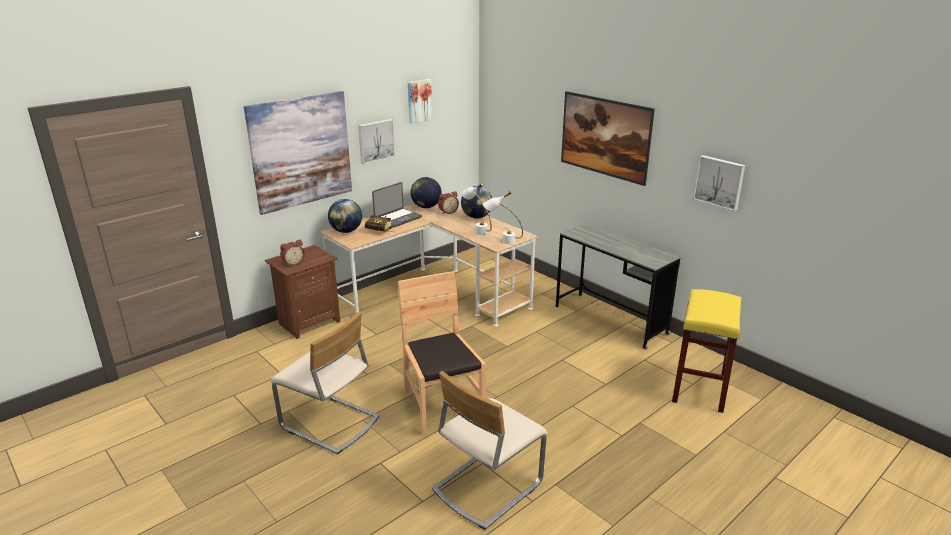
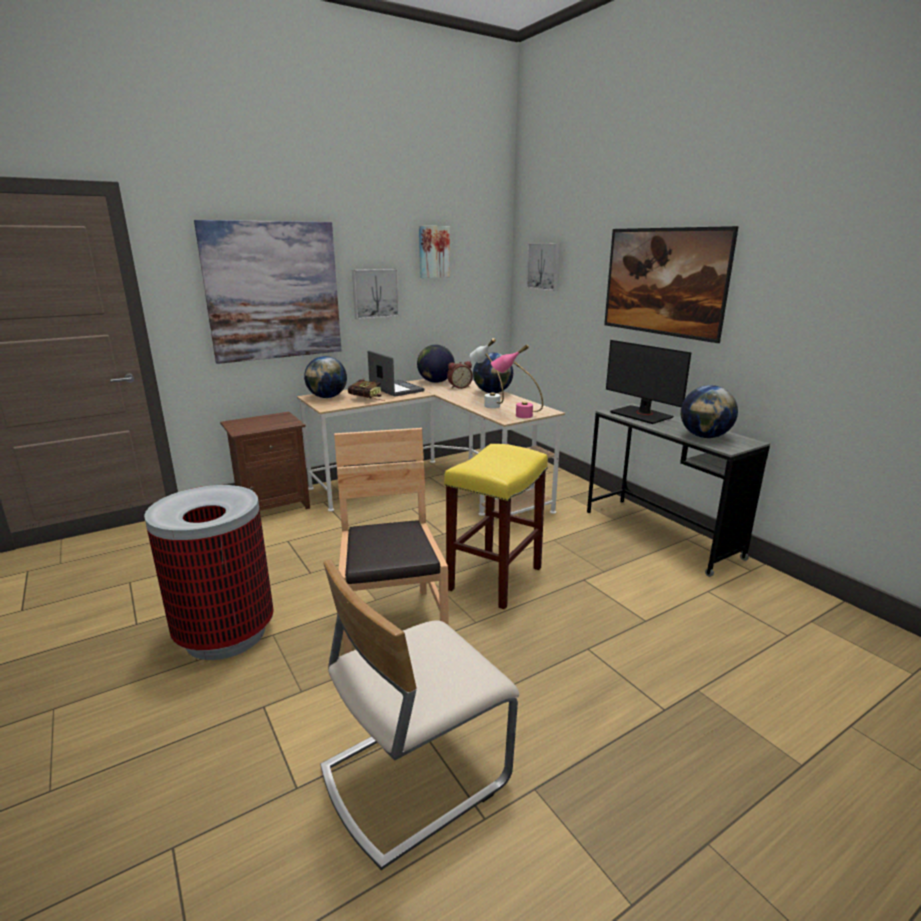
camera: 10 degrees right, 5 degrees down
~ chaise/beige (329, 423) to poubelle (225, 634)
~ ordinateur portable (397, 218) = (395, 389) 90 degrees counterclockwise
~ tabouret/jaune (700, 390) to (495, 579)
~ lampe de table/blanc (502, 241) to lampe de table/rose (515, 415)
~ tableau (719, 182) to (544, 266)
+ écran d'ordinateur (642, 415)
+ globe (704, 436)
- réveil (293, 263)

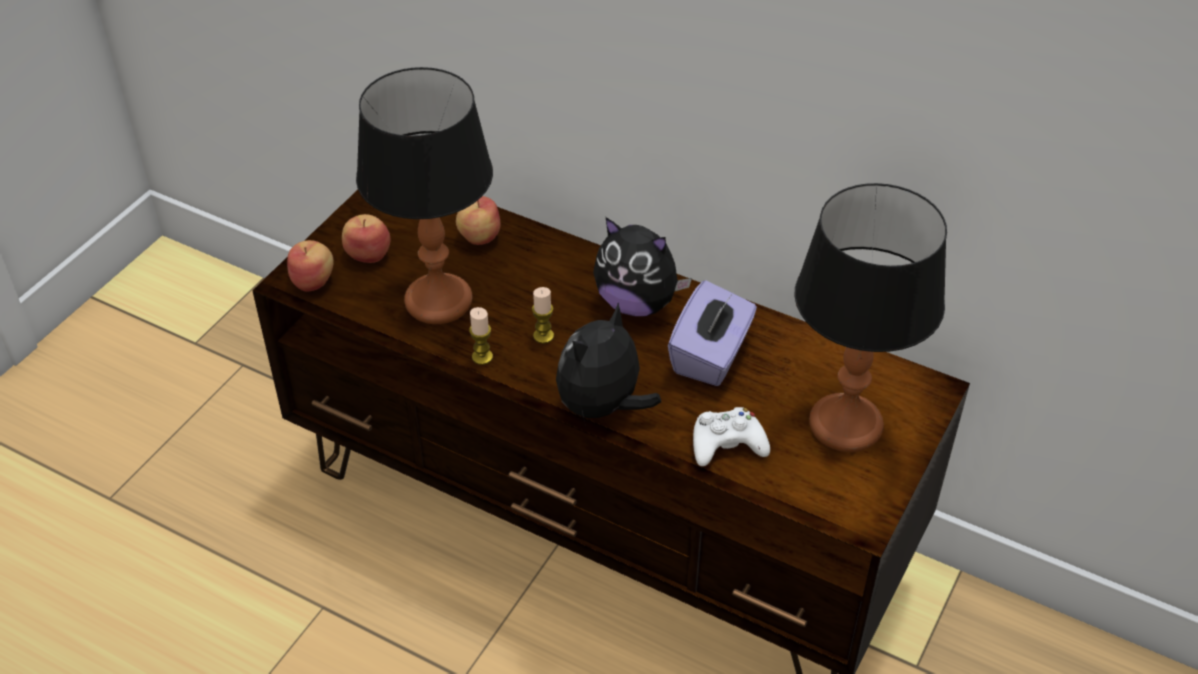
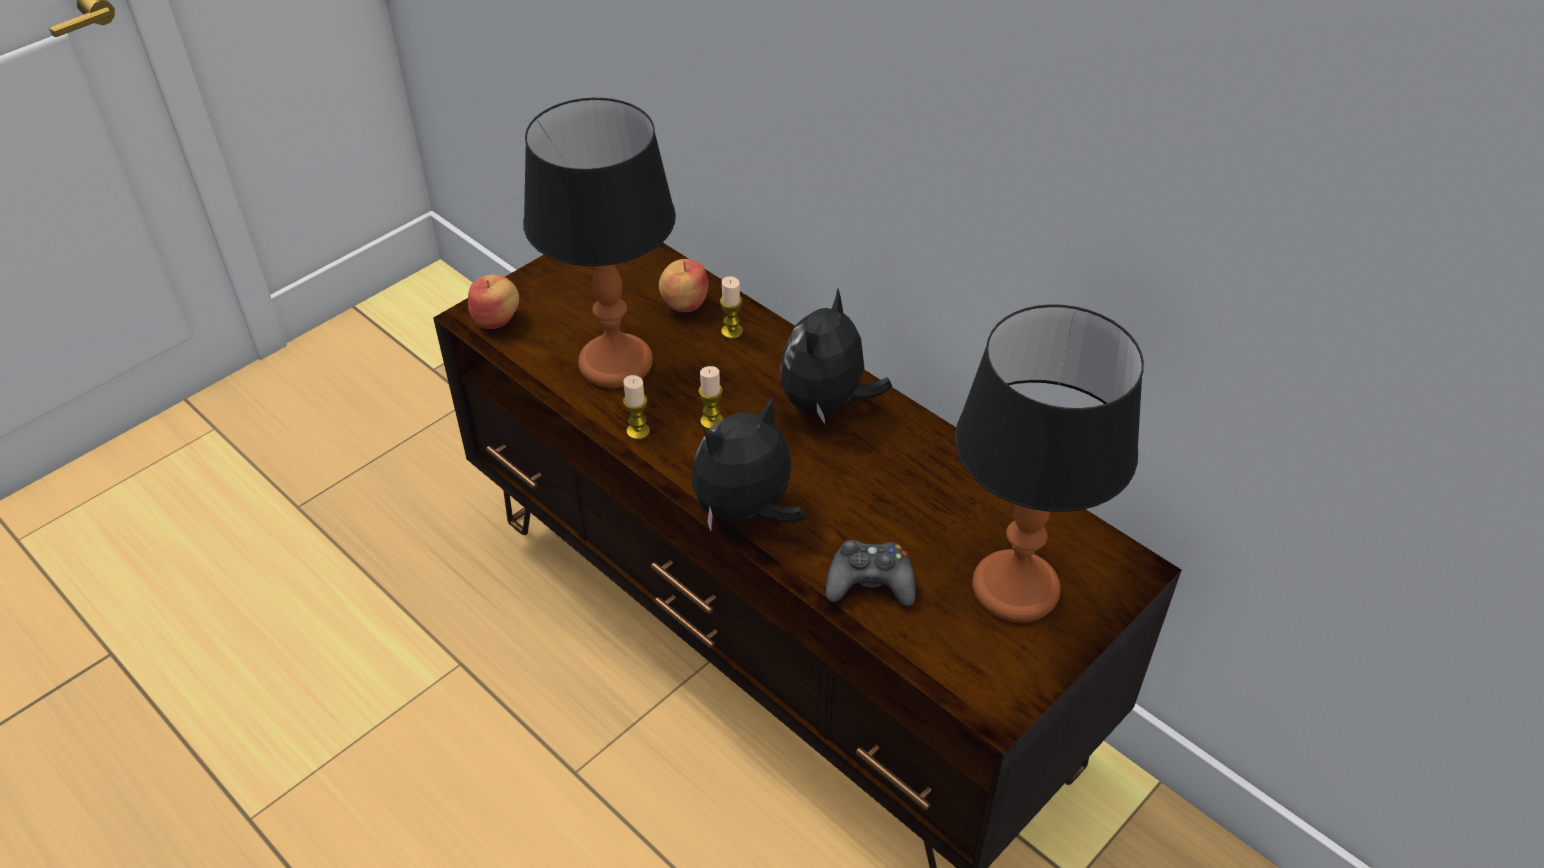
camera: 15 degrees right, 0 degrees up
+ bougie (732, 331)
~ peluche (637, 303) = (827, 405) 75 degrees clockwise
~ manette/blanc (727, 444) to manette/noir (870, 582)
- pomme (368, 253)
- boîte à mouchoirs/violet (711, 355)

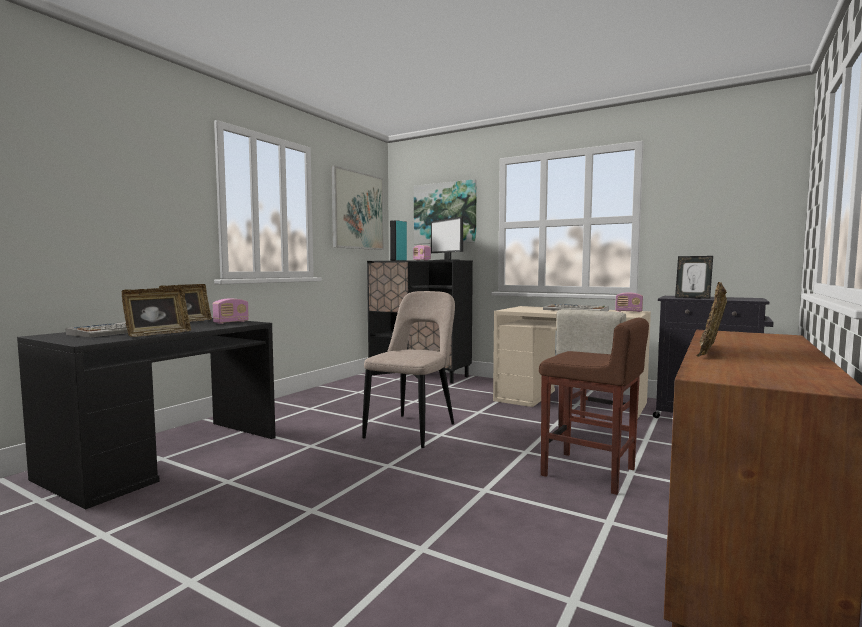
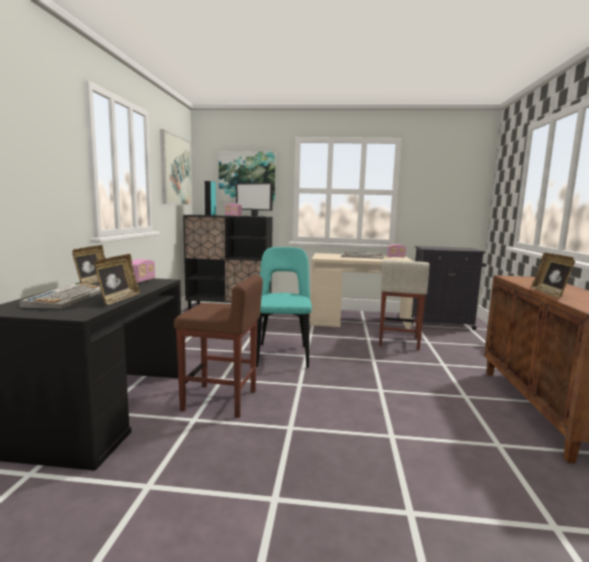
camera: 25 degrees left, 5 degrees up
~ tabouret/marron (590, 472) to (221, 400)
~ chaise/beige (413, 430) to chaise/turquoise (282, 354)
- cadre photo (692, 298)

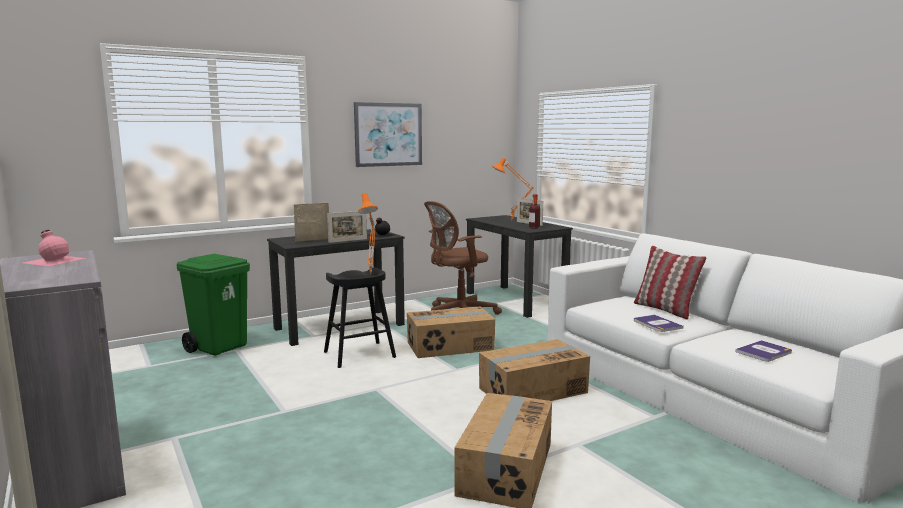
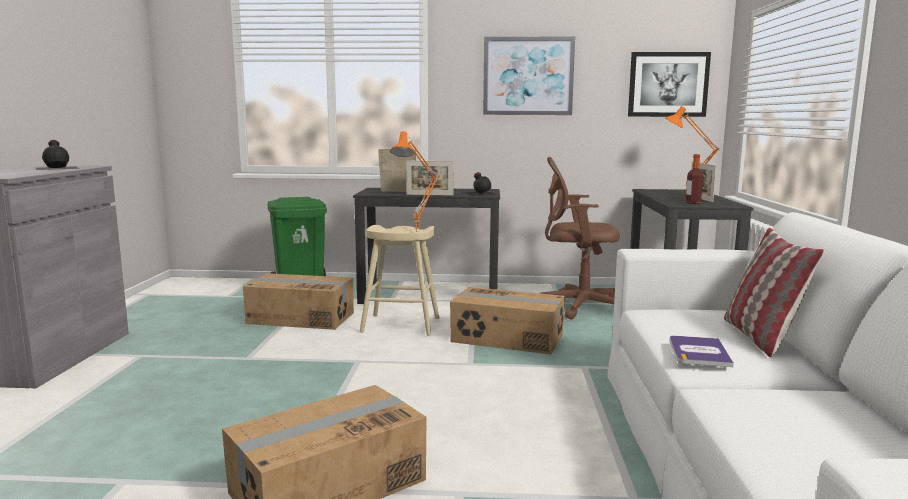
camera: 35 degrees right, 0 degrees up
~ bouteille/rose (54, 260) to bouteille/noir (57, 168)
~ carton (532, 390) to (301, 318)
~ tabouret/noir (359, 354) to tabouret/beige (401, 325)
+ tableau (668, 84)
- livre (764, 352)

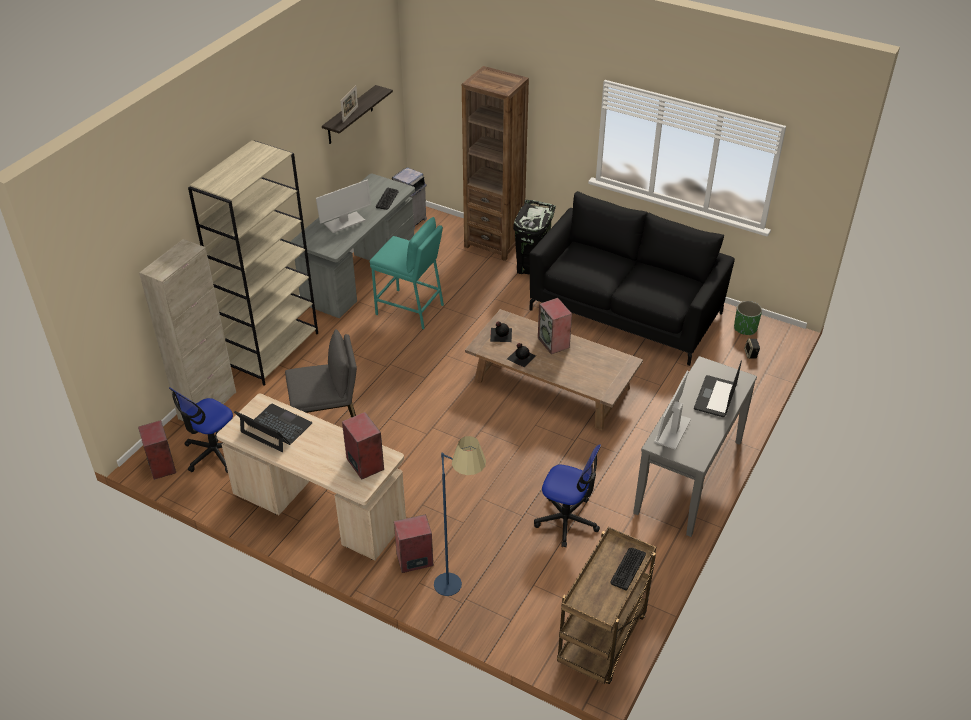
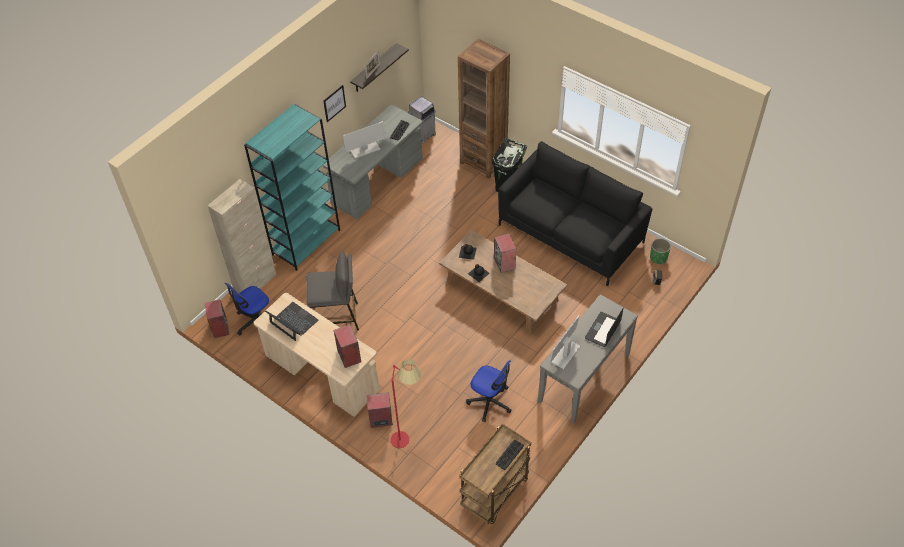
camera: 10 degrees right, 10 degrees up
~ bibliothèque/beige (273, 350) to bibliothèque/turquoise (306, 242)
+ tableau (334, 103)
~ lampadaire/bleu (459, 580) to lampadaire/rouge (408, 437)
- tabouret/turquoise (410, 309)

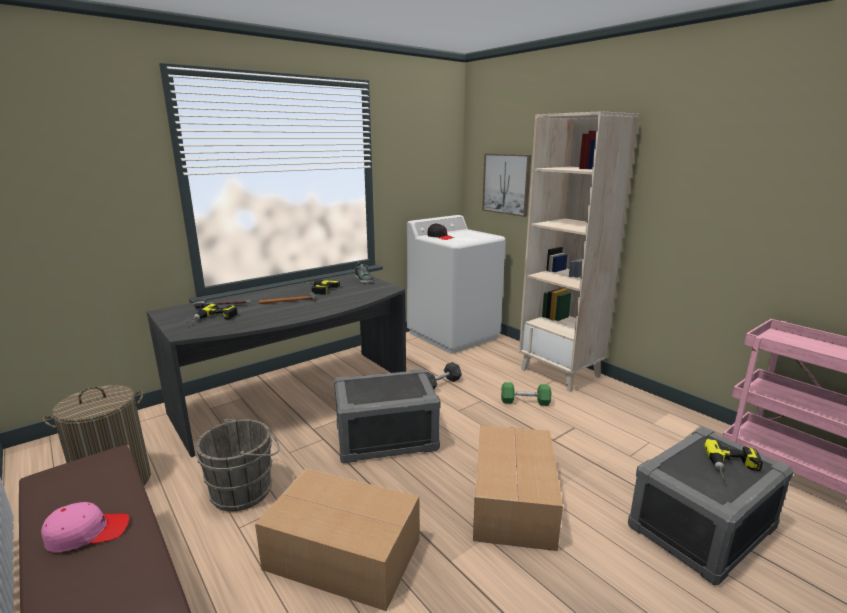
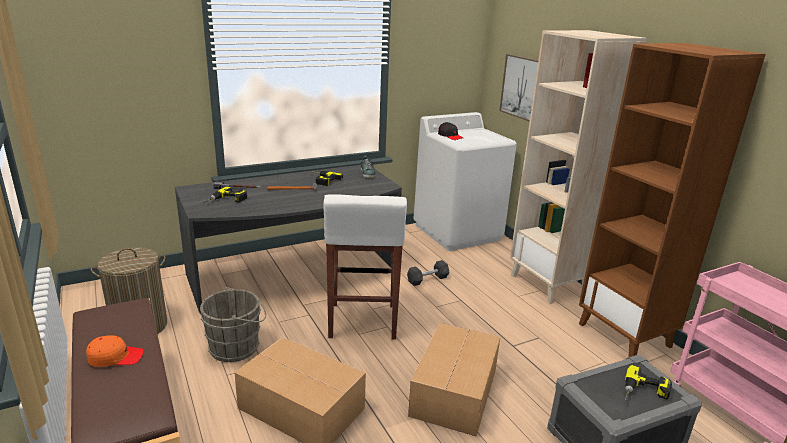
camera: 10 degrees right, 5 degrees up
~ casquette/rose (87, 533) to casquette/orange (115, 357)
~ boîte de rangement/gris (385, 438) to tabouret/blanc (362, 322)
+ bibliothèque/marron (625, 335)
- haltère/vert (525, 401)

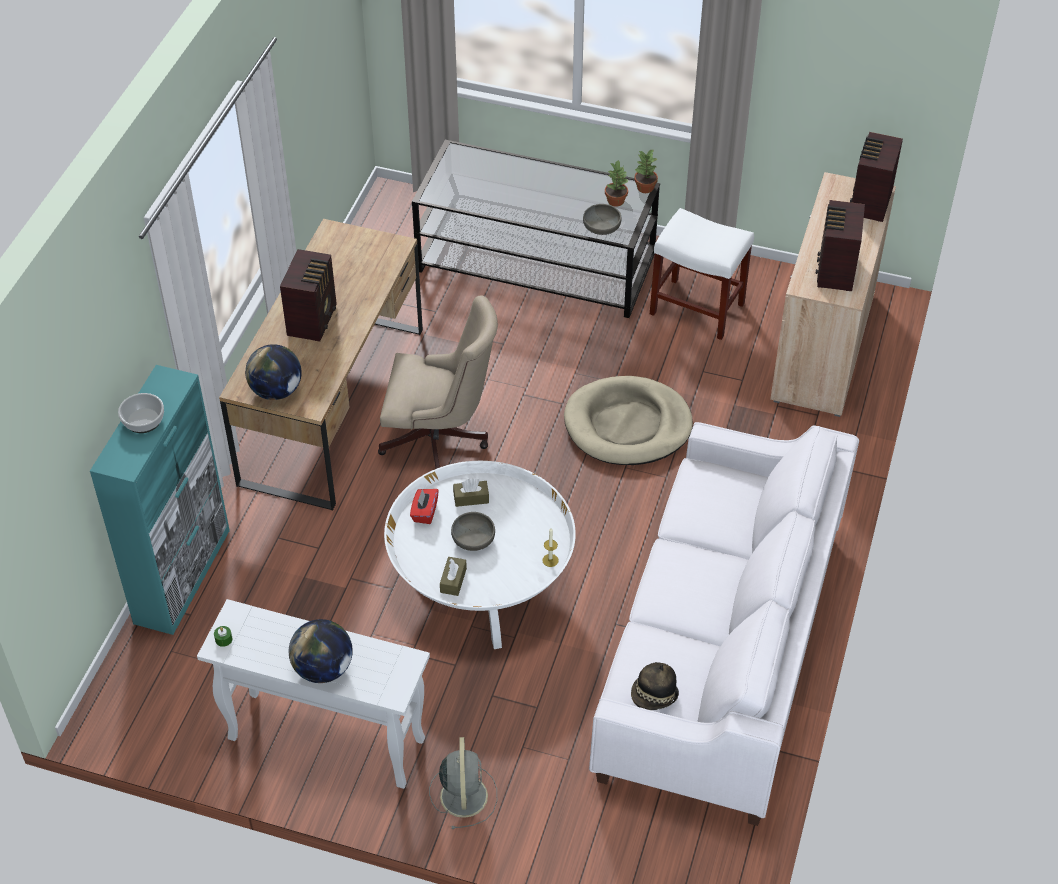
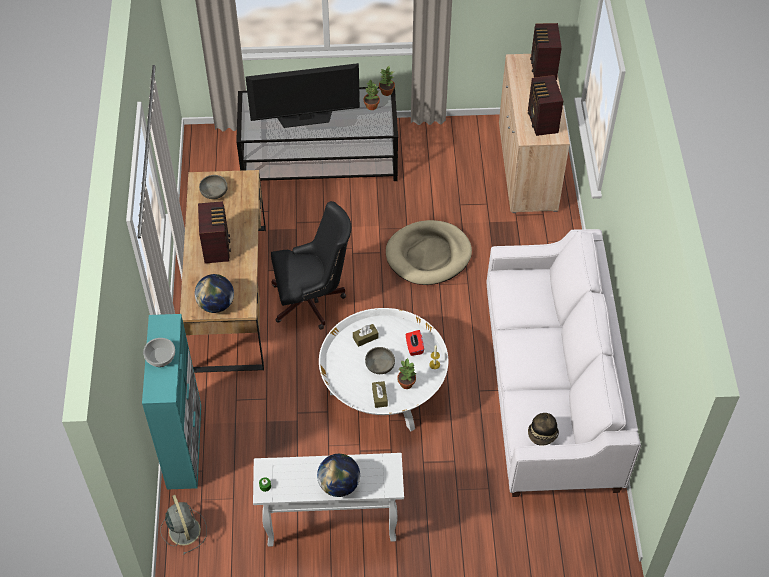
camera: 20 degrees left, 5 degrees up
~ ventilateur/gris (464, 794) to (184, 529)
~ bol/gris (601, 228) to (214, 192)
+ téléviseur (305, 118)
~ chaise de bureau/beige (440, 440) to chaise de bureau/noir (312, 301)
+ plante en pot (406, 383)
~ boîte à mouchoirs/rouge (424, 512) to (414, 347)
- tabouret/blanc (698, 309)

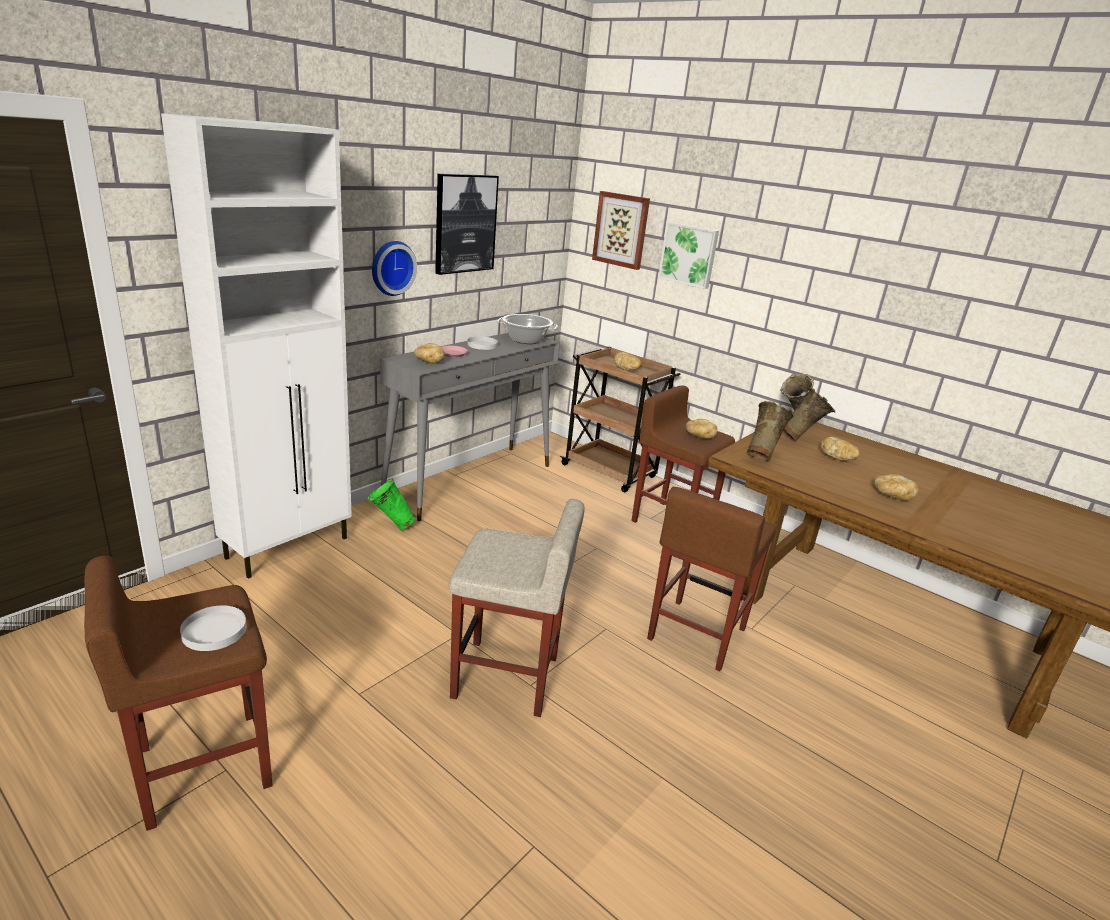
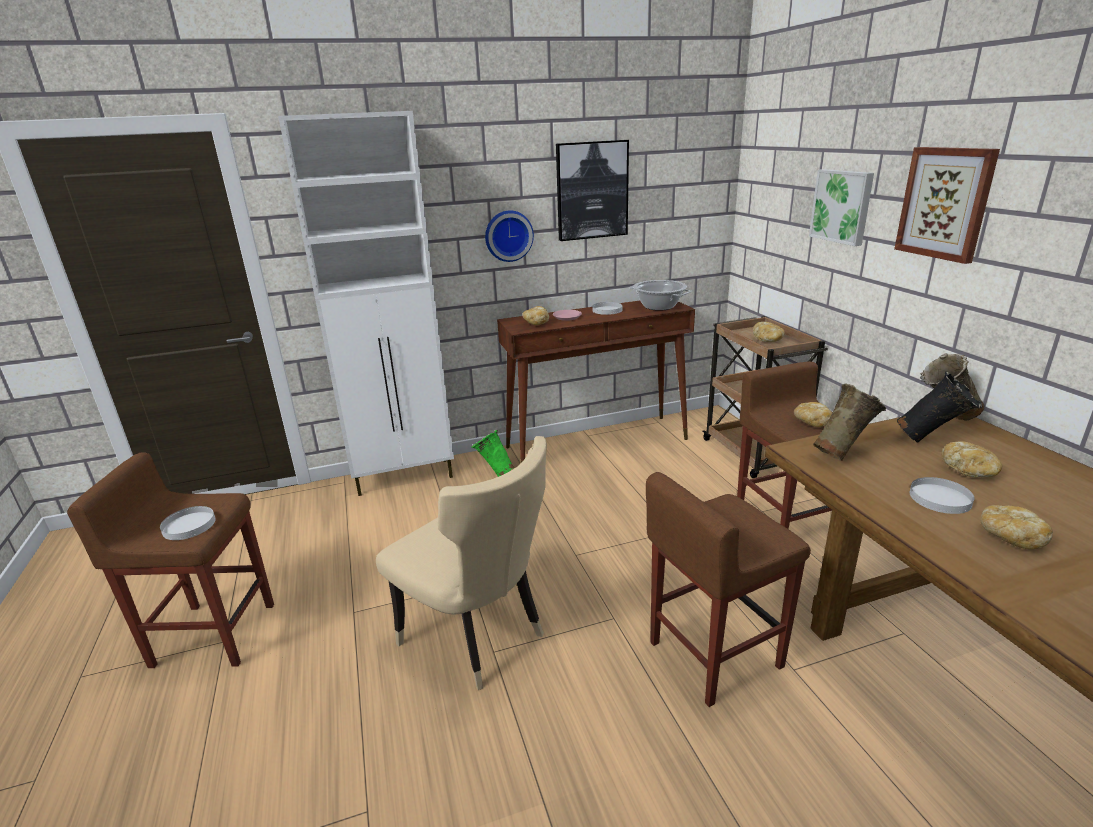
camera: 35 degrees right, 0 degrees up
~ tabouret/beige (507, 678) to chaise/beige (478, 637)
~ table console/gris (470, 480) to table console/marron (597, 443)
~ tableau (621, 230) to (945, 203)
~ vase/beige (802, 440) to vase/noir (932, 441)
+ assiette/blanc (940, 498)

